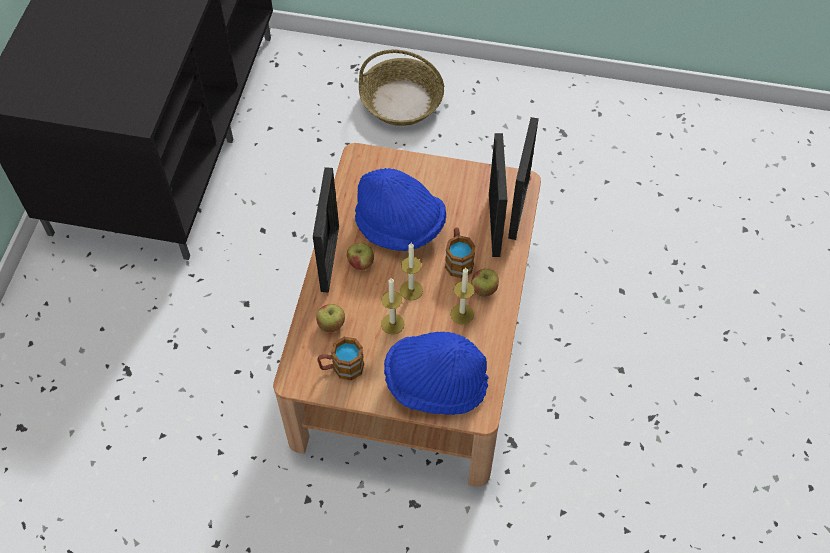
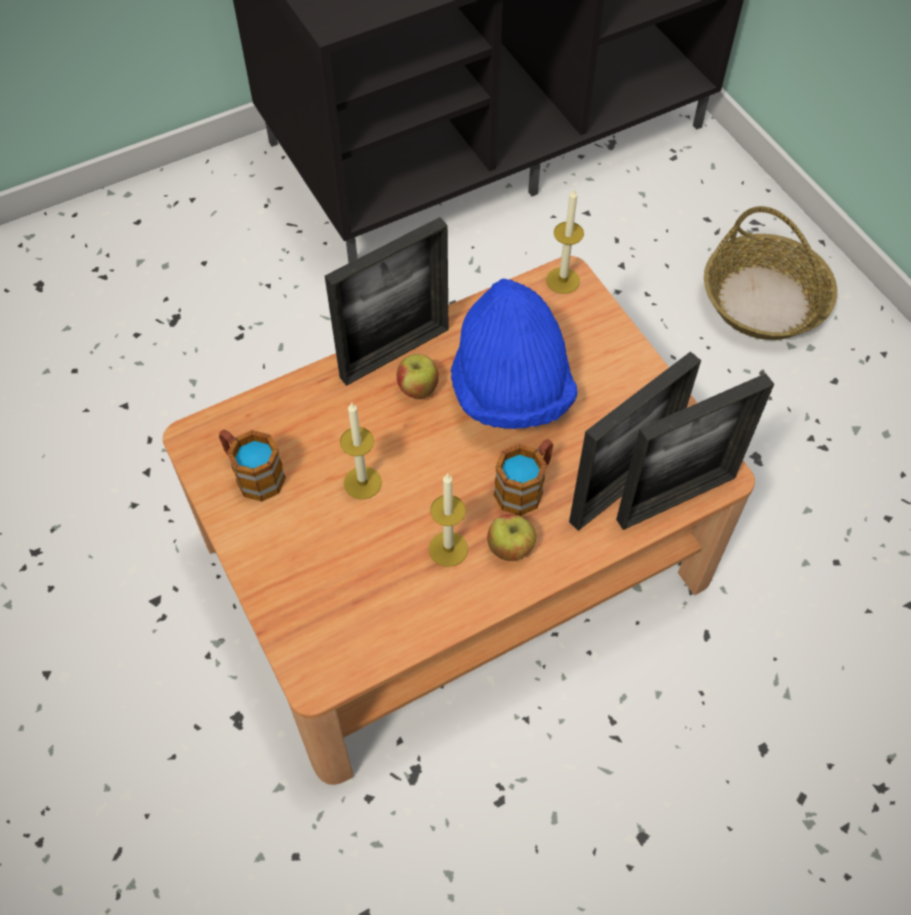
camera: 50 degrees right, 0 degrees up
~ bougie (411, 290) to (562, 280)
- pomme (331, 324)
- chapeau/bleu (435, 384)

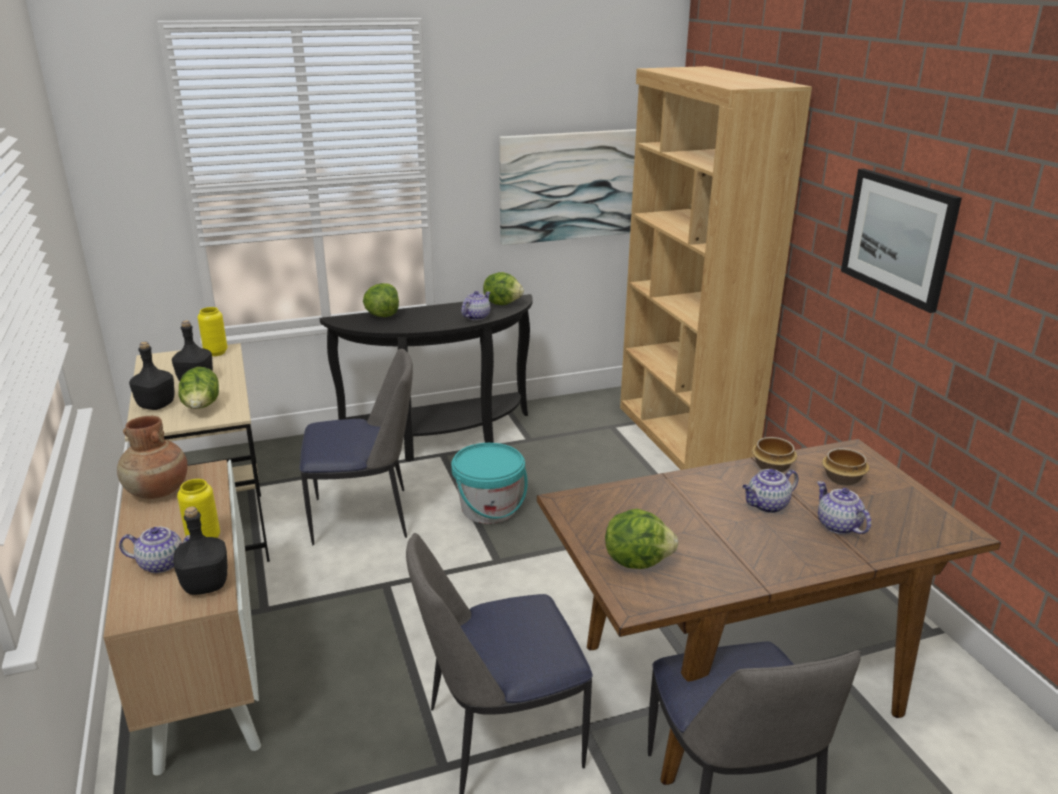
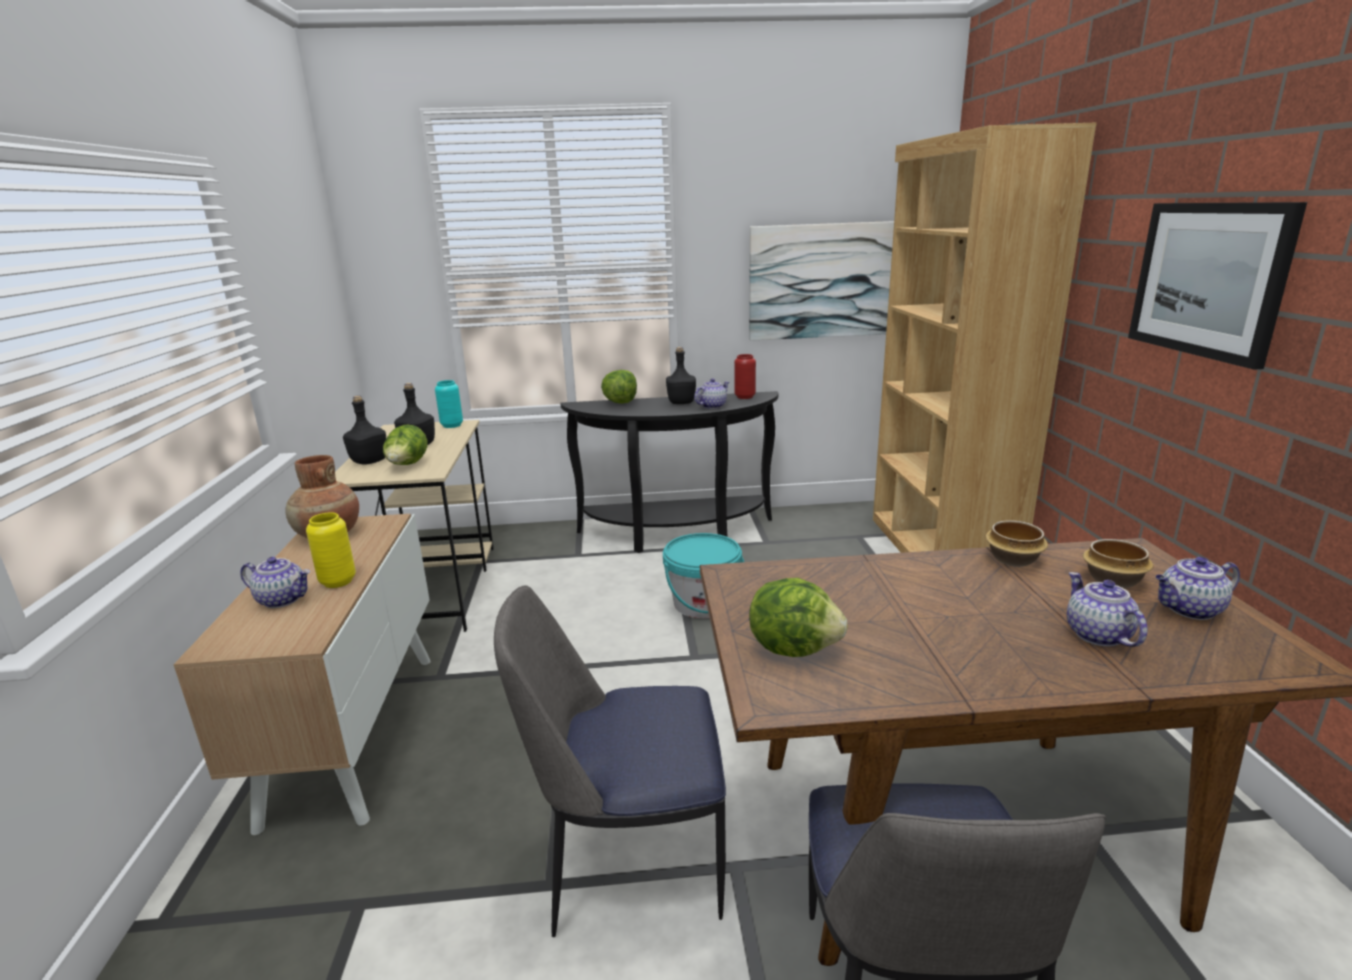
camera: 15 degrees right, 5 degrees down
~ vase/jaune (216, 353) to vase/turquoise (452, 425)
~ bouteille/noir (205, 584) to (681, 402)
~ laitue (502, 303) to vase/rouge (745, 397)
~ théière (767, 505) to (1189, 610)
- chaise (364, 517)

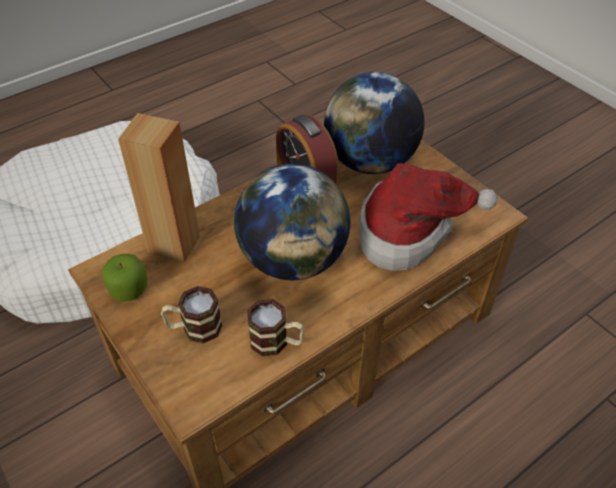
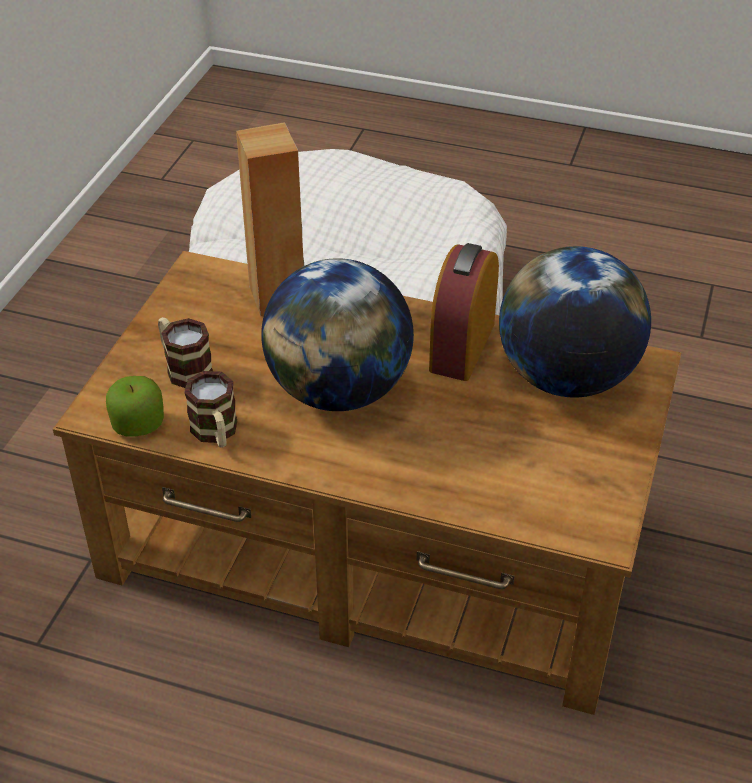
camera: 55 degrees right, 5 degrees down
~ pomme (129, 289) to (138, 424)
- chapeau (409, 233)

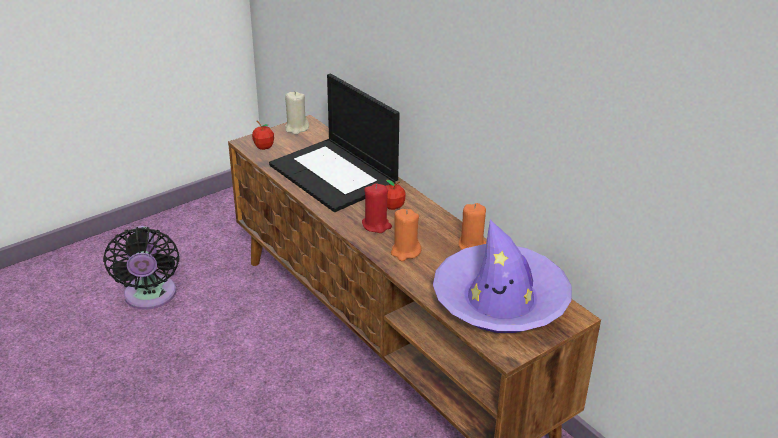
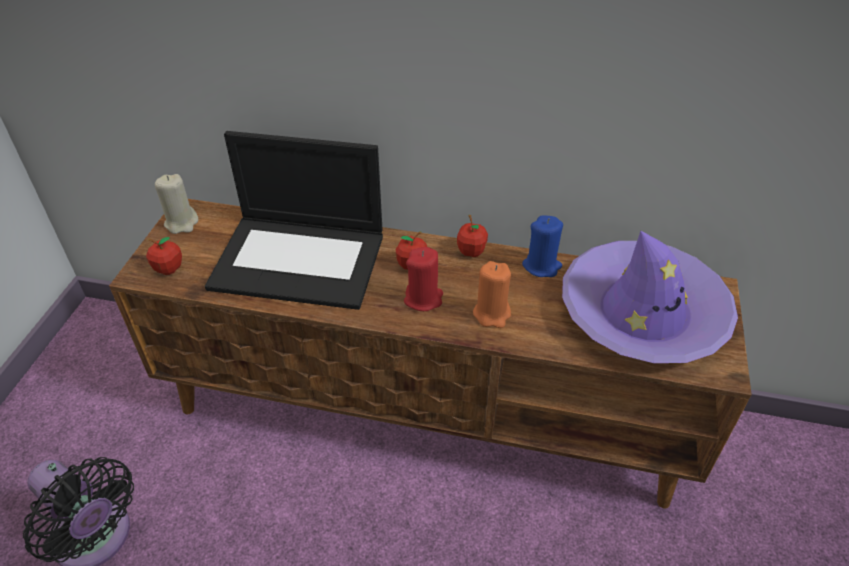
camera: 40 degrees left, 10 degrees up
+ pomme (471, 251)
~ bougie/orange (472, 245) to bougie/bleu (541, 266)

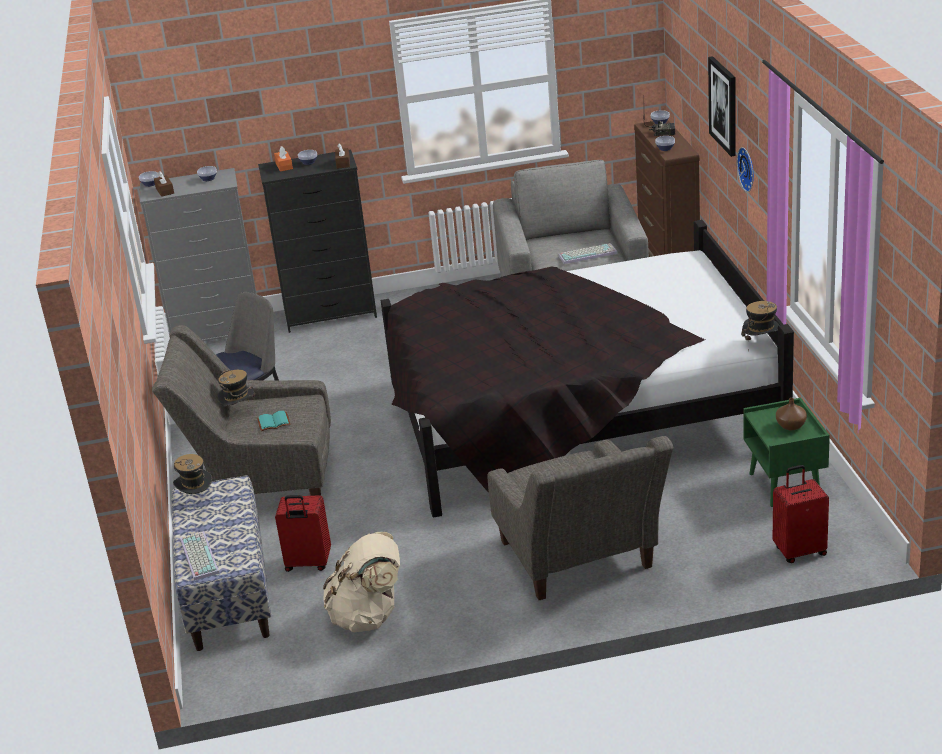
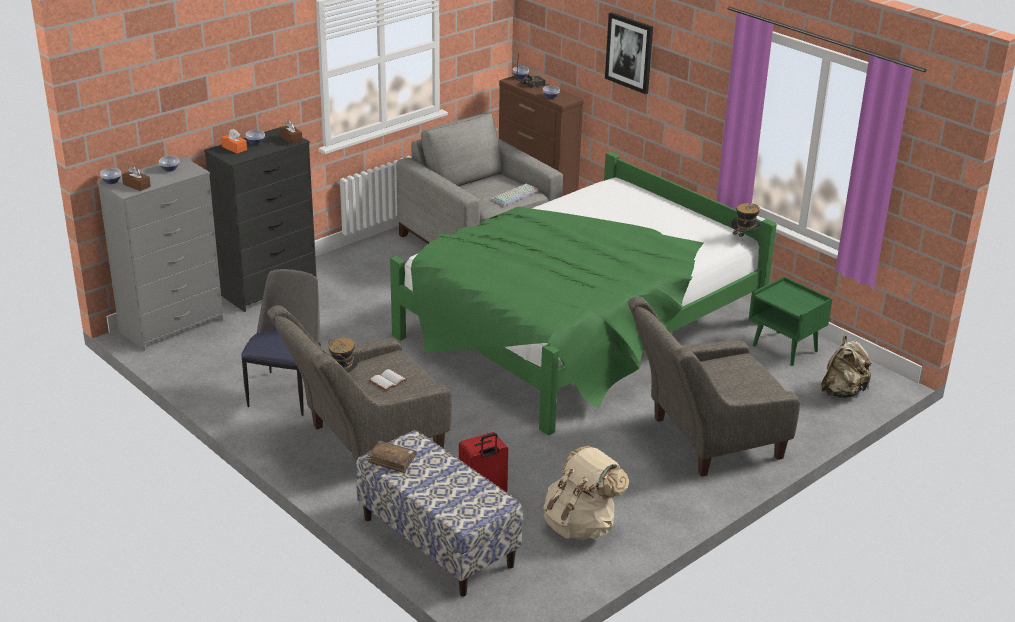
camera: 35 degrees left, 0 degrees up
~ chapeau (196, 499) to livre/marron (392, 461)
~ livre/turquoise (273, 423) to livre/blanc (388, 381)
~ lit/noir (577, 415) to lit/vert (579, 330)
~ fauteuil/gris (581, 564) = (703, 441) 120 degrees clockwise
~ valise/rouge (799, 551) to sac à dos/beige (842, 392)
- clavier (198, 556)
- horloge murale (748, 169)
- vase/marron (790, 426)

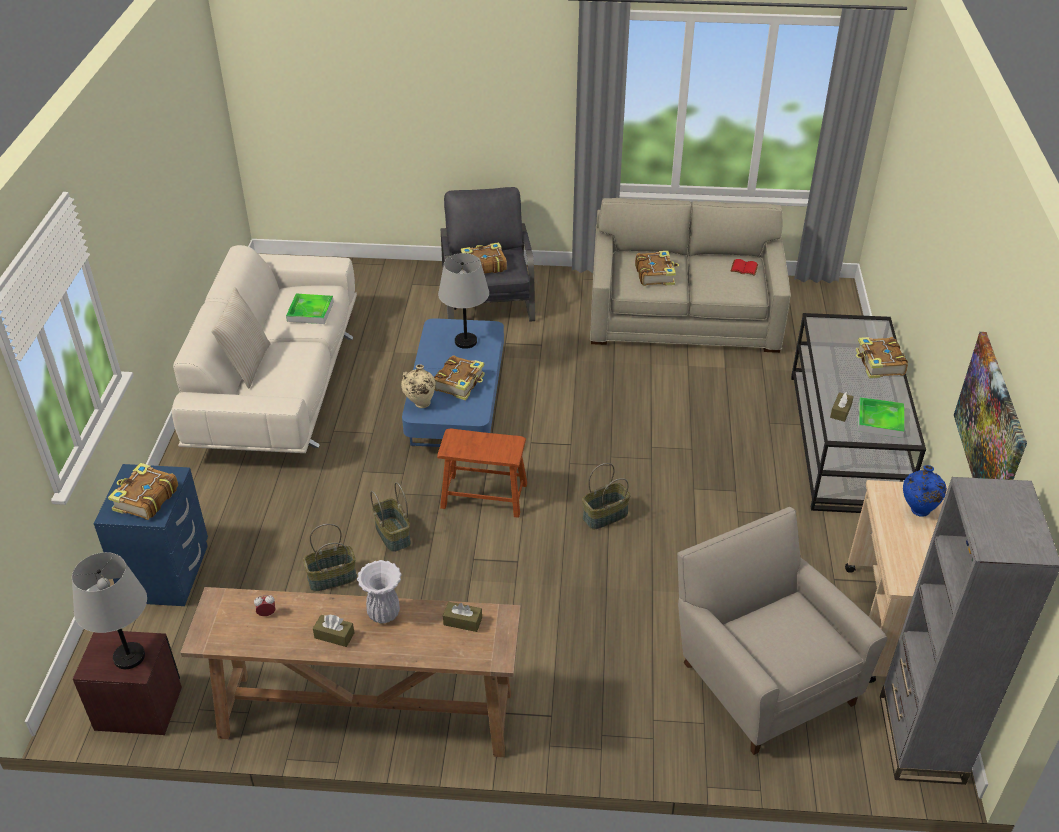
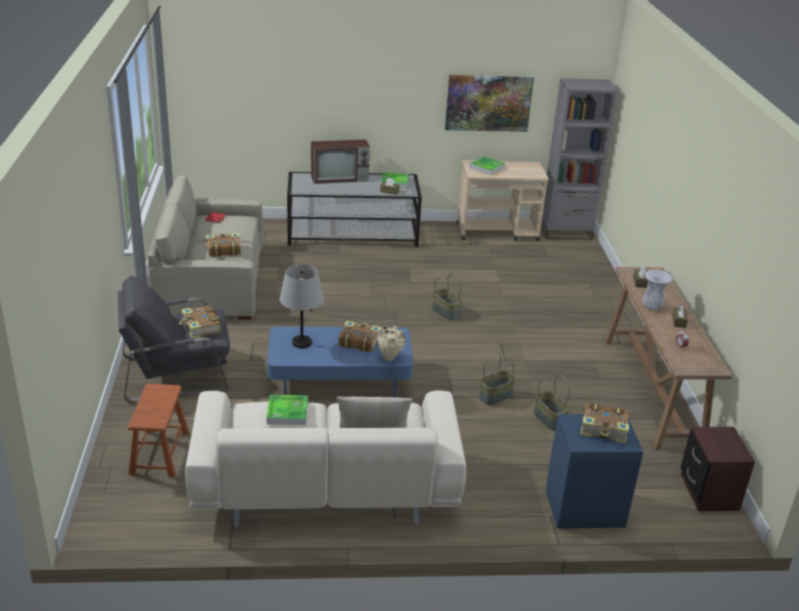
camera: 100 degrees left, 10 degrees down
~ tabouret/marron (484, 495) to (159, 453)
~ livre (879, 364) to téléviseur (340, 178)
~ vase/bleu (917, 511) to plateau (486, 168)
- lampe de table/gris (129, 656)
- fauteuil/beige (761, 676)

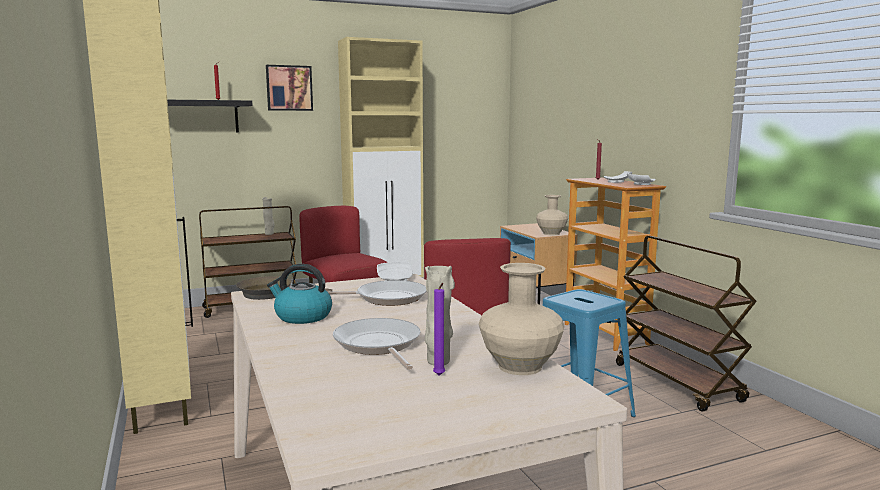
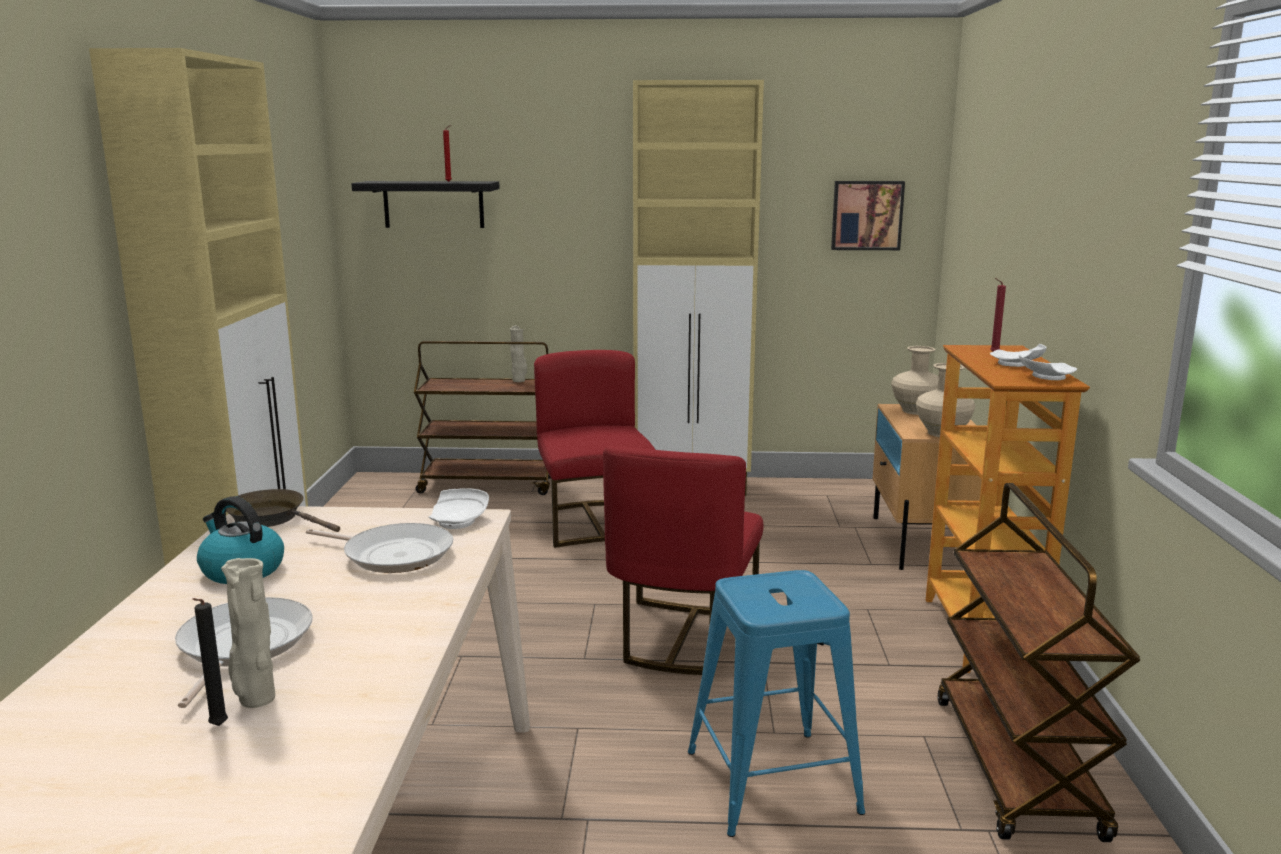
camera: 25 degrees right, 5 degrees up
~ bougie/violet (439, 376) to bougie/noir (217, 727)
~ tableau (289, 88) to (866, 215)
~ vase/beige (520, 367) to (916, 411)

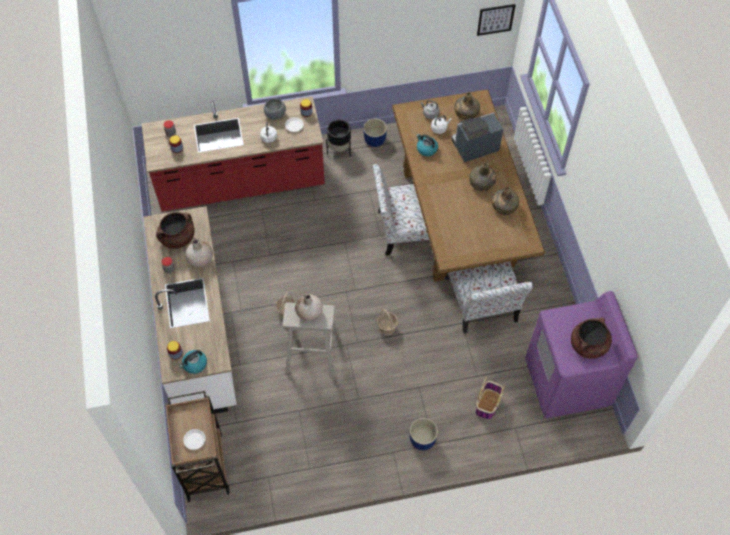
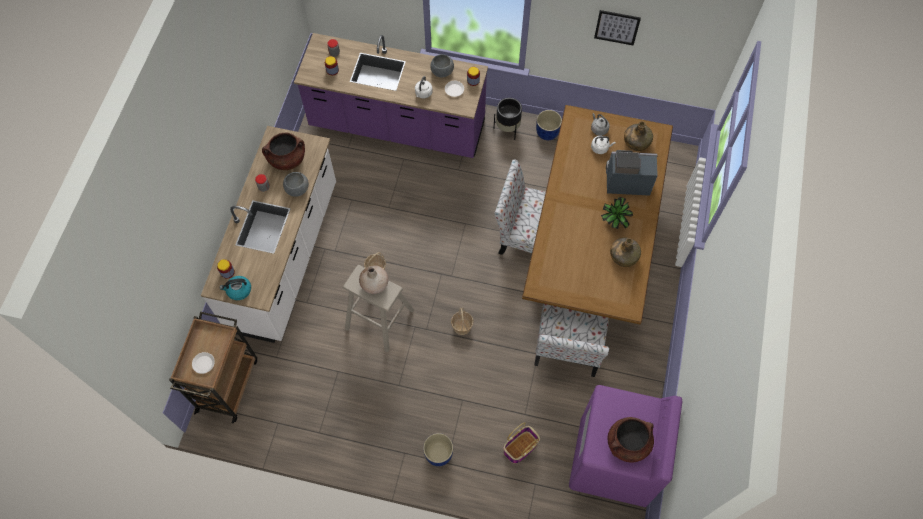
camera: 25 degrees right, 5 degrees up
~ vase/beige (200, 259) to bol/gris (297, 189)
~ comptoir de cuisine/rouge (241, 184) to comptoir de cuisine/violet (397, 126)
~ tableau (495, 19) to (617, 27)
~ bouteille/vert (481, 183) to plante en pot (613, 223)
- bouilloire (426, 149)

